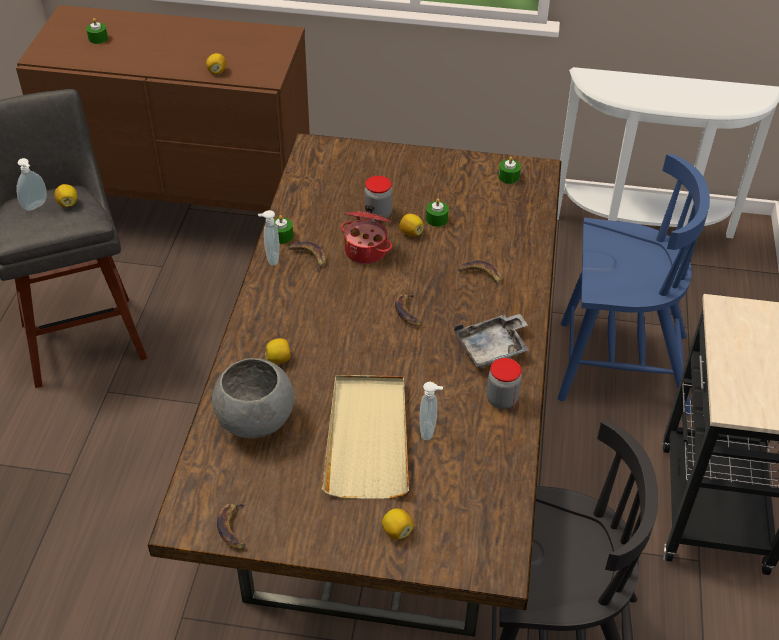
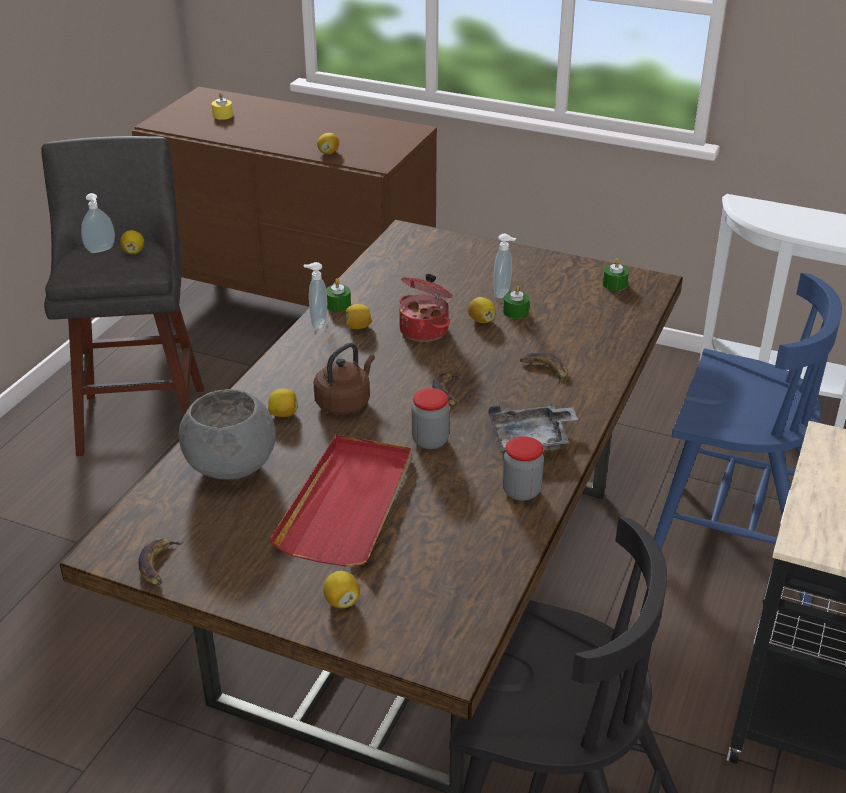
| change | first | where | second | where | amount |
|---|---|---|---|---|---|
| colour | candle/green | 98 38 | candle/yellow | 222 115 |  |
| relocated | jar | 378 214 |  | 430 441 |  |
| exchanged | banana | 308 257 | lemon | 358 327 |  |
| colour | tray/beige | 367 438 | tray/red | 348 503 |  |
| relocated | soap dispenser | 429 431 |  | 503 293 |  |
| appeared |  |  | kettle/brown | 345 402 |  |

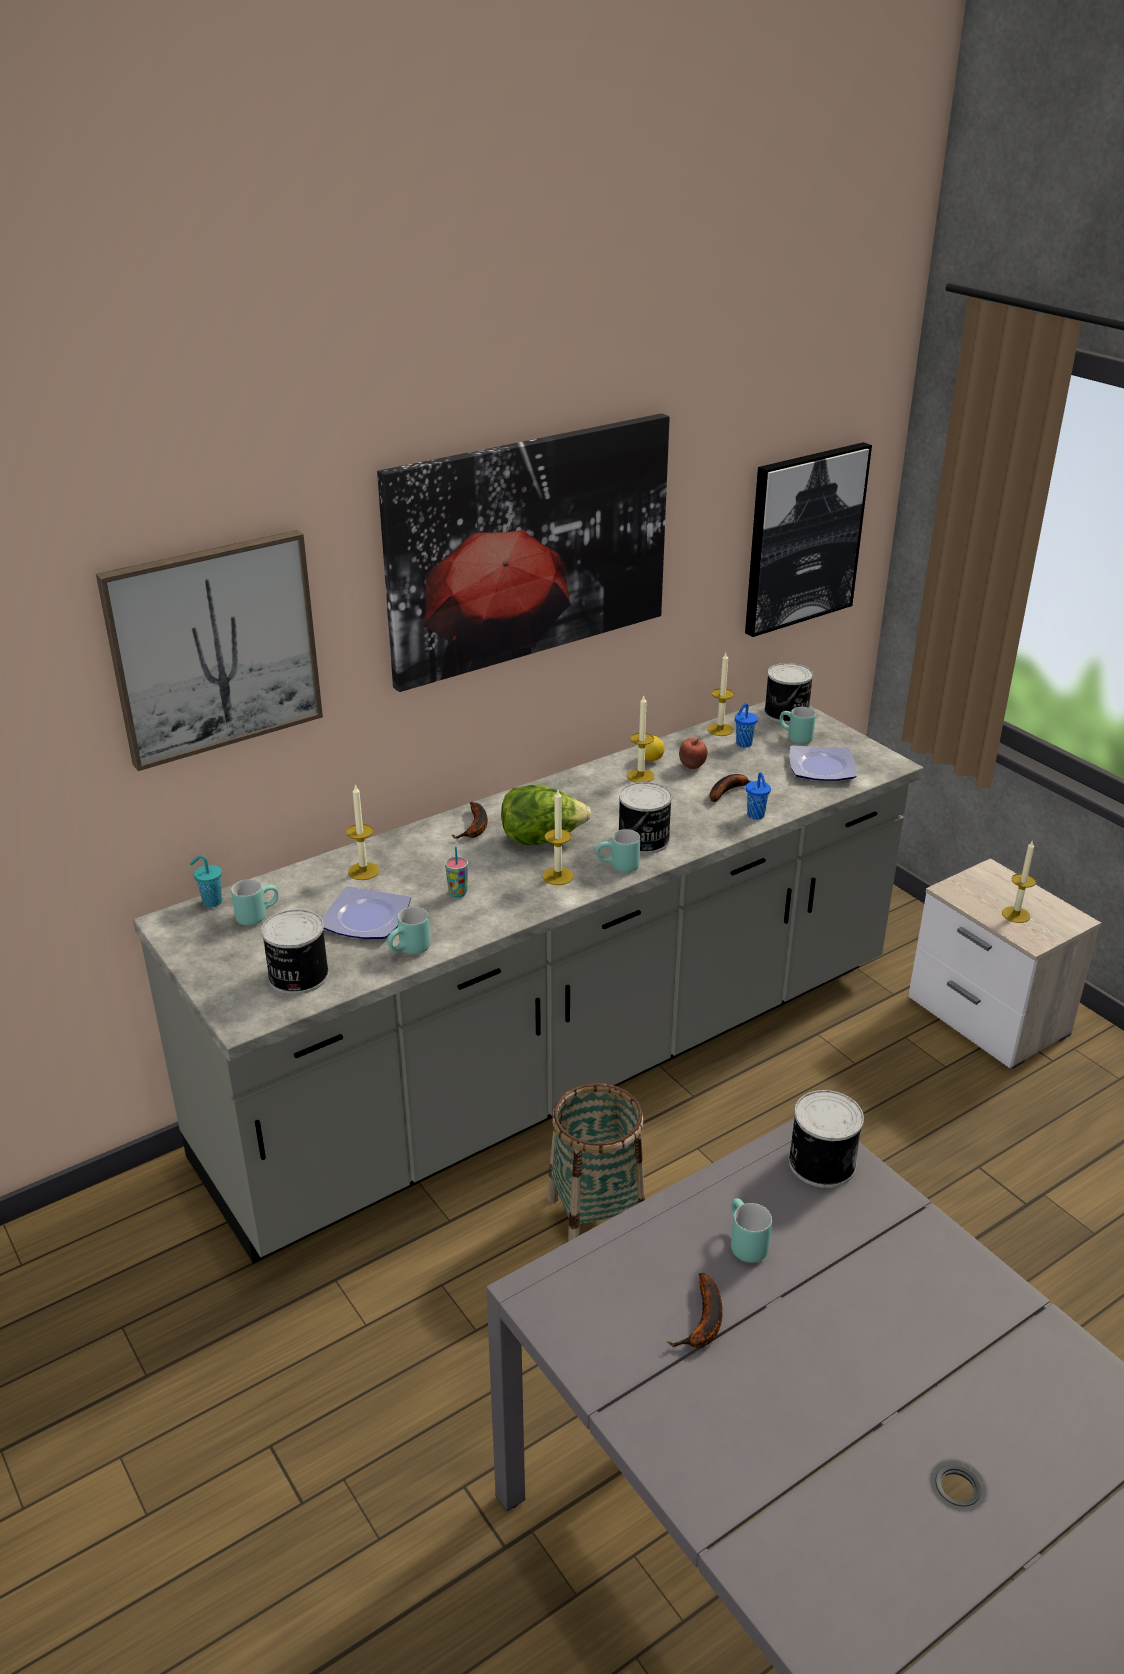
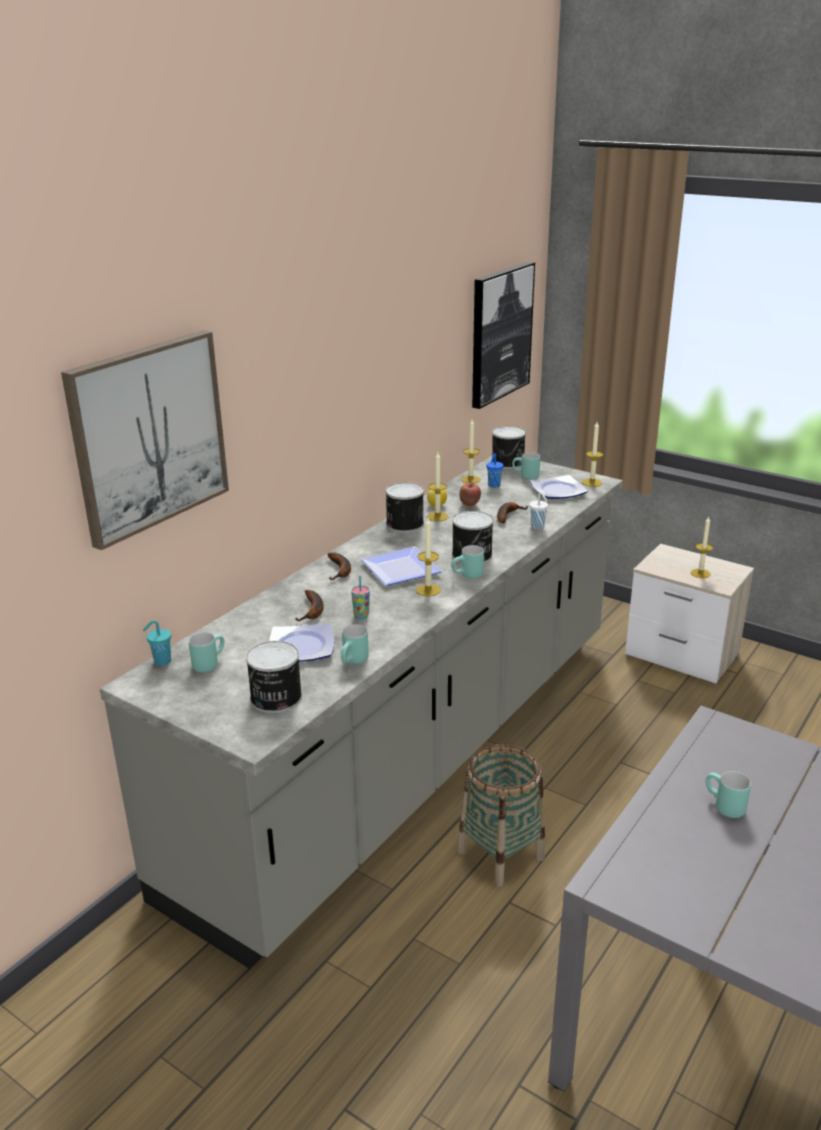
| change | first | where | second | where | amount |
|---|---|---|---|---|---|
| missing | picture | 529 548 |  |  |  |
| colour | cup/blue | 756 816 | cup/white | 538 527 |  |
| relocated | candle | 363 871 |  | 592 482 |  |
| exchanged | lettuce | 542 839 | plate | 397 569 |  |
| relocated | can | 820 1162 |  | 404 524 |  |
| relocated | banana | 703 1323 |  | 313 610 |  |

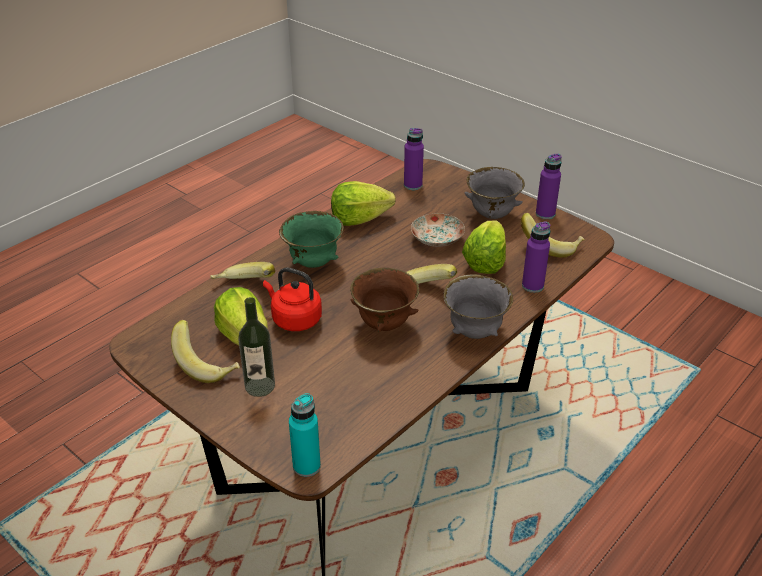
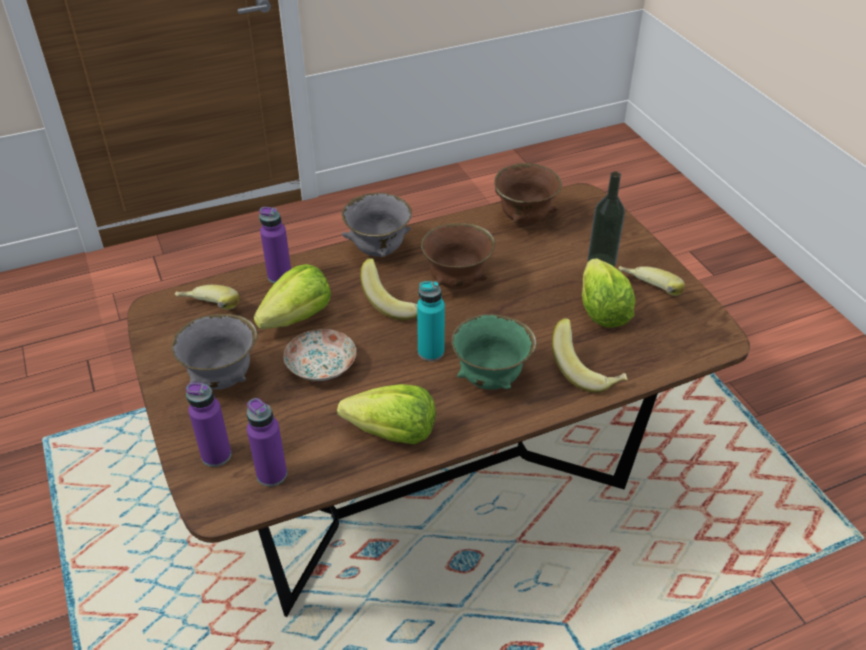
| change | first | where | second | where | amount |
|---|---|---|---|---|---|
| relocated | bottle/purple | 545 214 |  | 216 455 |  |
| missing | kettle/red | 294 319 |  |  |  |
| relocated | bottle/turquoise | 306 466 |  | 431 352 |  |
| appeared |  |  | bowl/brown | 524 219 |  |

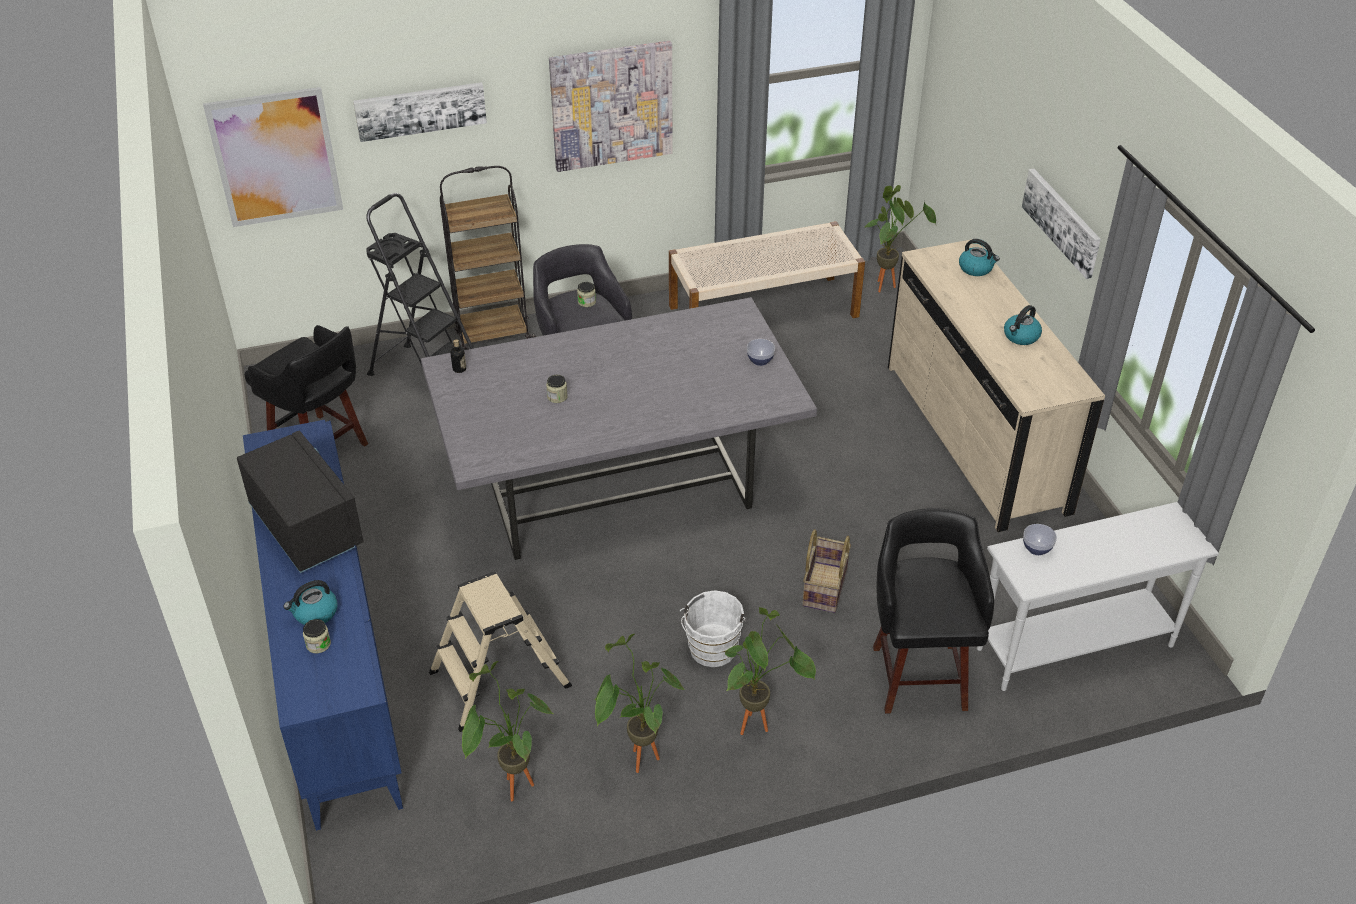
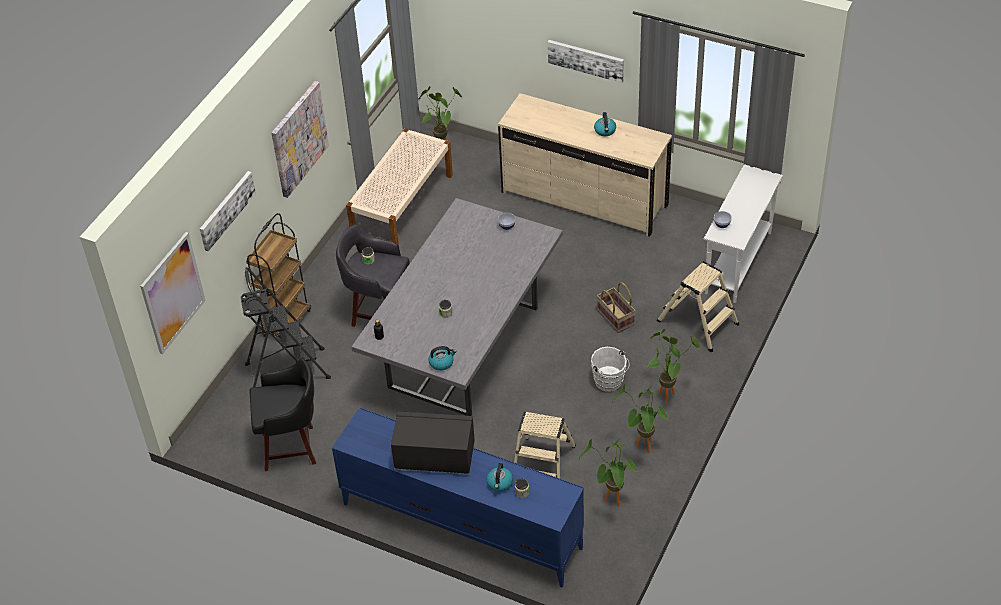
| change | first | where | second | where | amount |
|---|---|---|---|---|---|
| relocated | kettle | 976 268 |  | 441 362 |  |
| exchanged | stool/black | 919 674 | step ladder/beige | 697 322 |  |

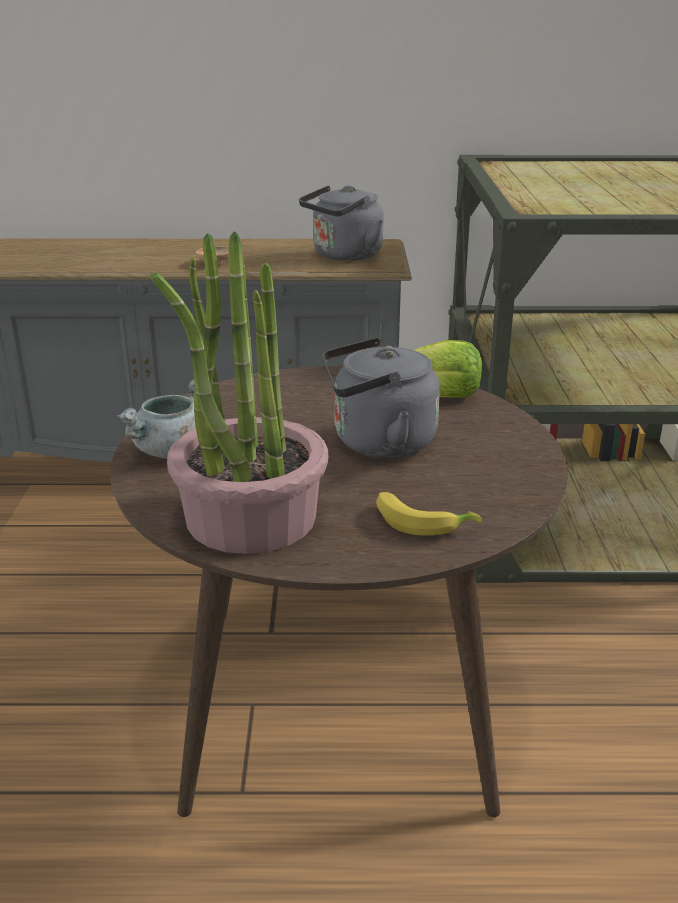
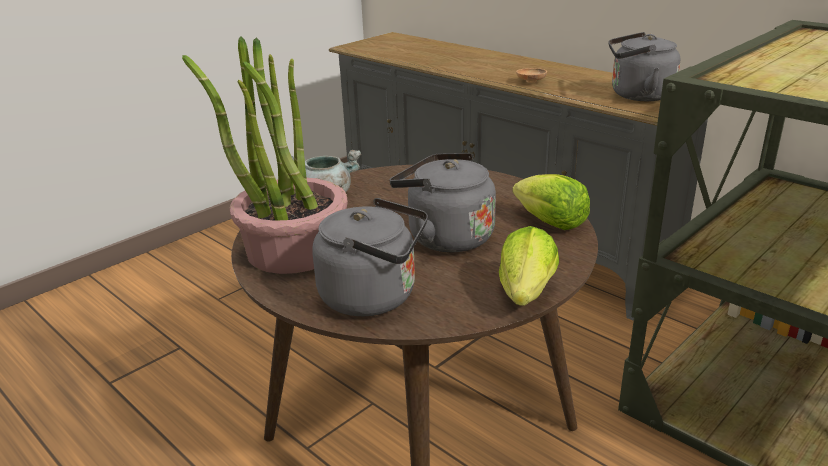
| change | first | where | second | where | amount |
|---|---|---|---|---|---|
| exchanged | banana | 422 522 | kettle/grey | 374 297 |  |
| appeared |  |  | lettuce | 526 292 |  |

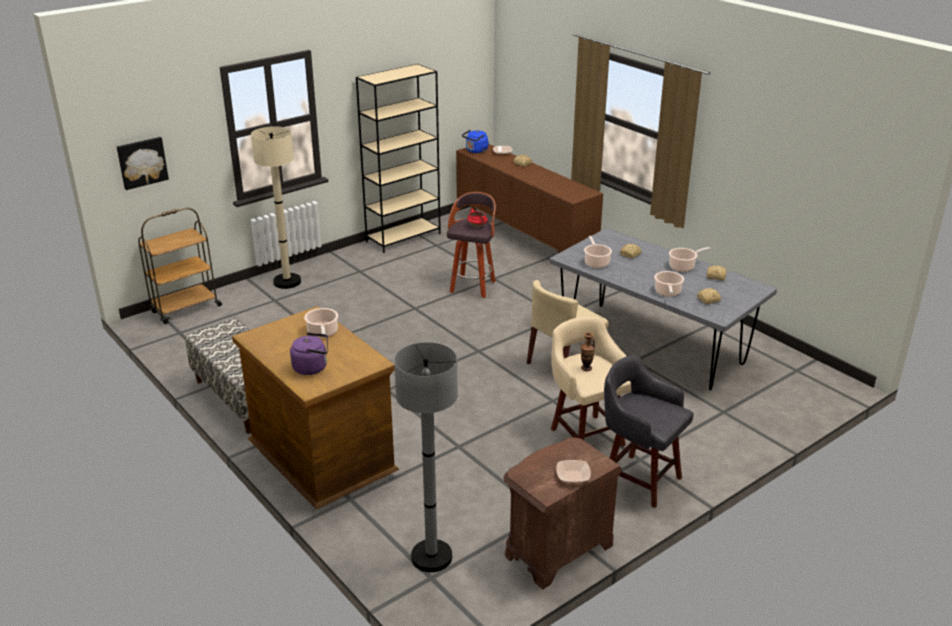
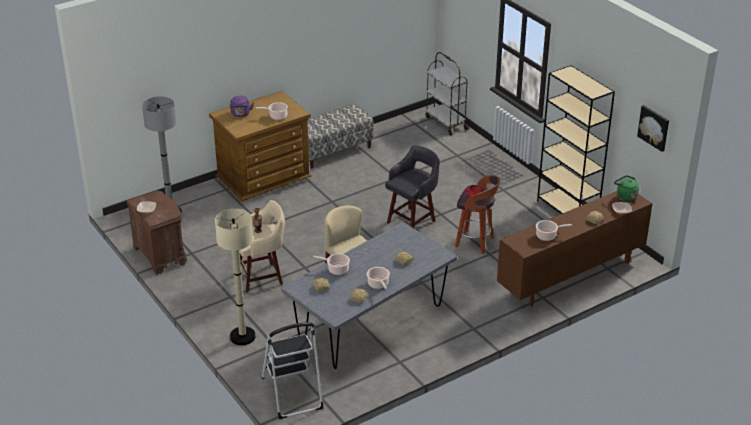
| change | first | where | second | where | amount |
|---|---|---|---|---|---|
| relocated | floor lamp/beige | 287 282 |  | 242 337 |  |
| colour | kettle/blue | 476 151 | kettle/green | 625 196 |  |
| relocated | picture | 142 162 |  | 654 127 |  |
| colour | cart/brown | 185 309 | cart/grey | 446 123 |  |
| relocated | cooking pot | 596 262 |  | 547 236 |  |
| relocated | stool/grey | 638 479 |  | 412 221 |  |
| appeared |  |  | step ladder | 292 394 |  |

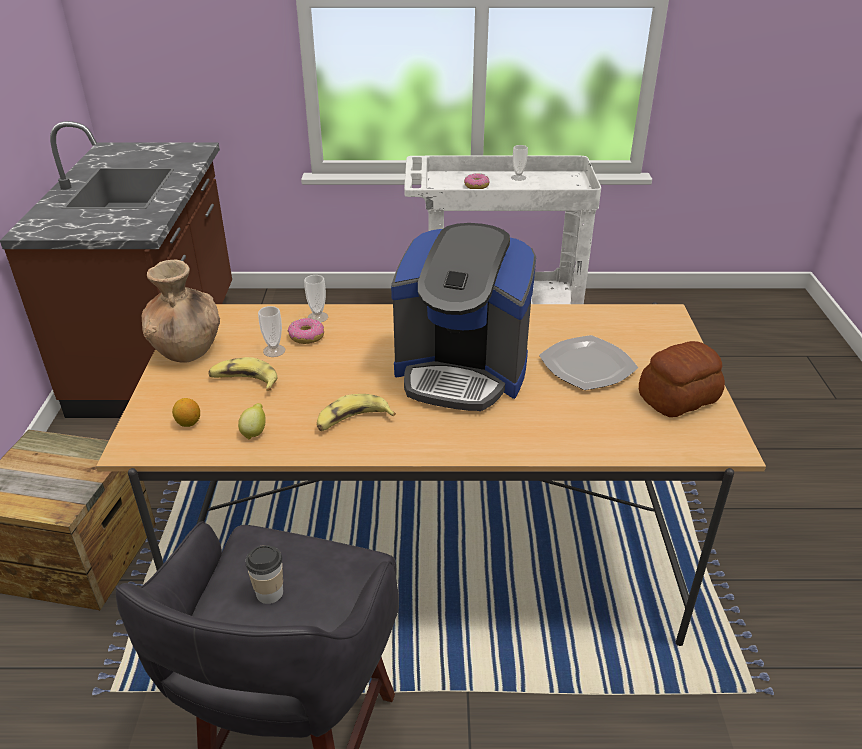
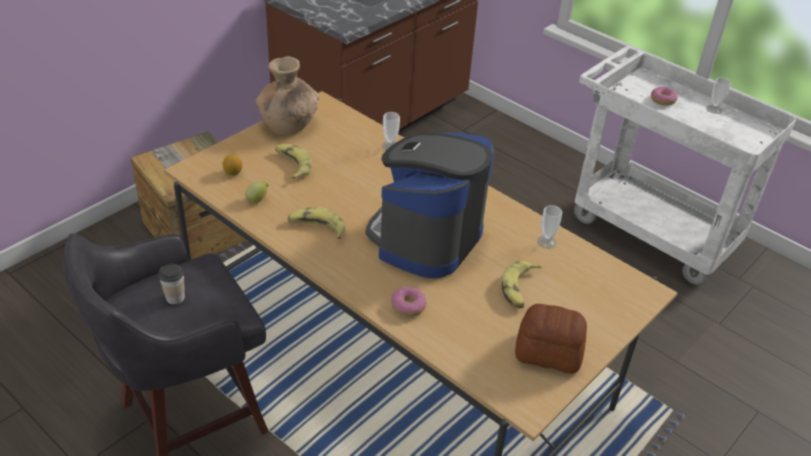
| change | first | where | second | where | amount |
|---|---|---|---|---|---|
| spun | coffee machine | 461 372 |  | 426 238 | 60 degrees clockwise |
| relocated | cup | 274 351 |  | 546 242 |  |
| relocated | donut | 306 336 |  | 408 306 |  |
| exchanged | plate | 588 366 | banana | 519 289 |  |

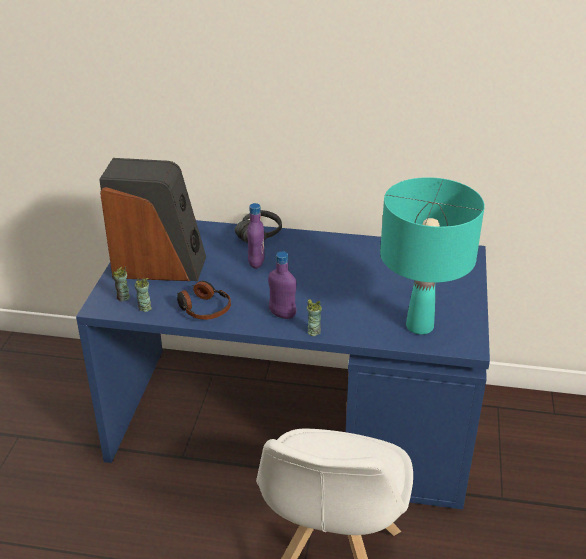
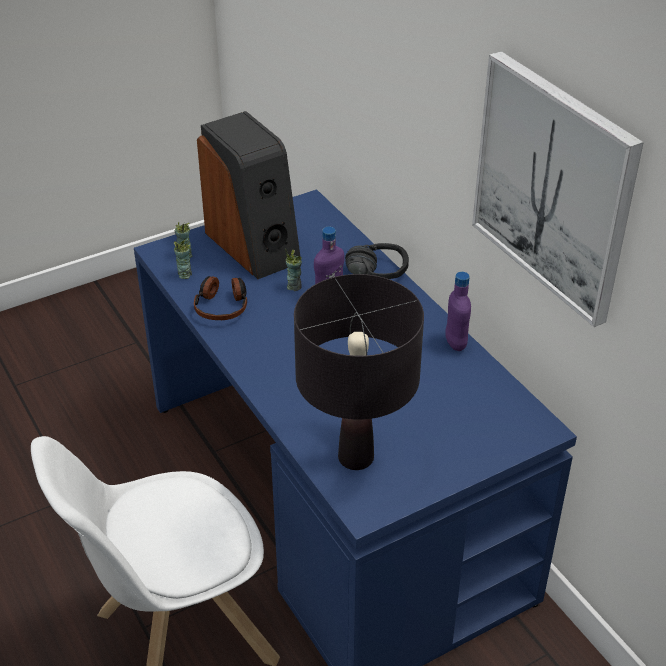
| change | first | where | second | where | amount |
|---|---|---|---|---|---|
| colour | table lamp/turquoise | 420 326 | table lamp/black | 355 458 |  |
| relocated | bottle/purple | 282 314 |  | 455 343 |  |
| relocated | cup | 313 331 |  | 294 286 |  |
| appeared |  |  | picture | 553 186 |  |

